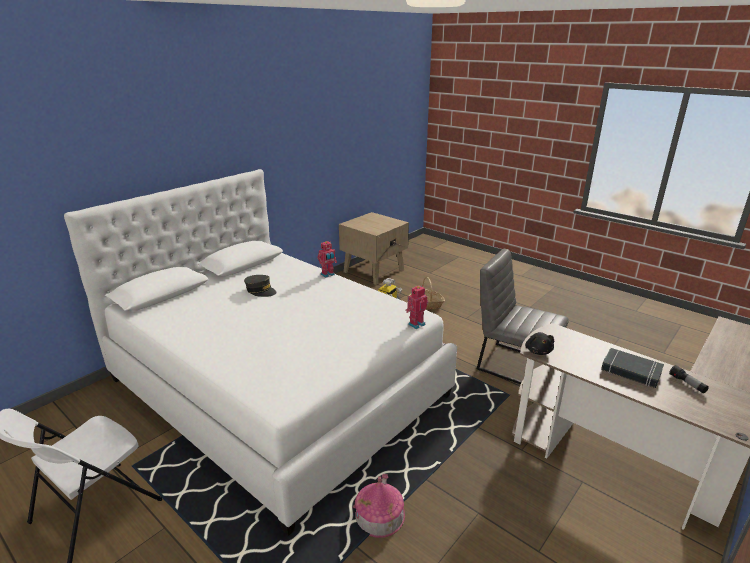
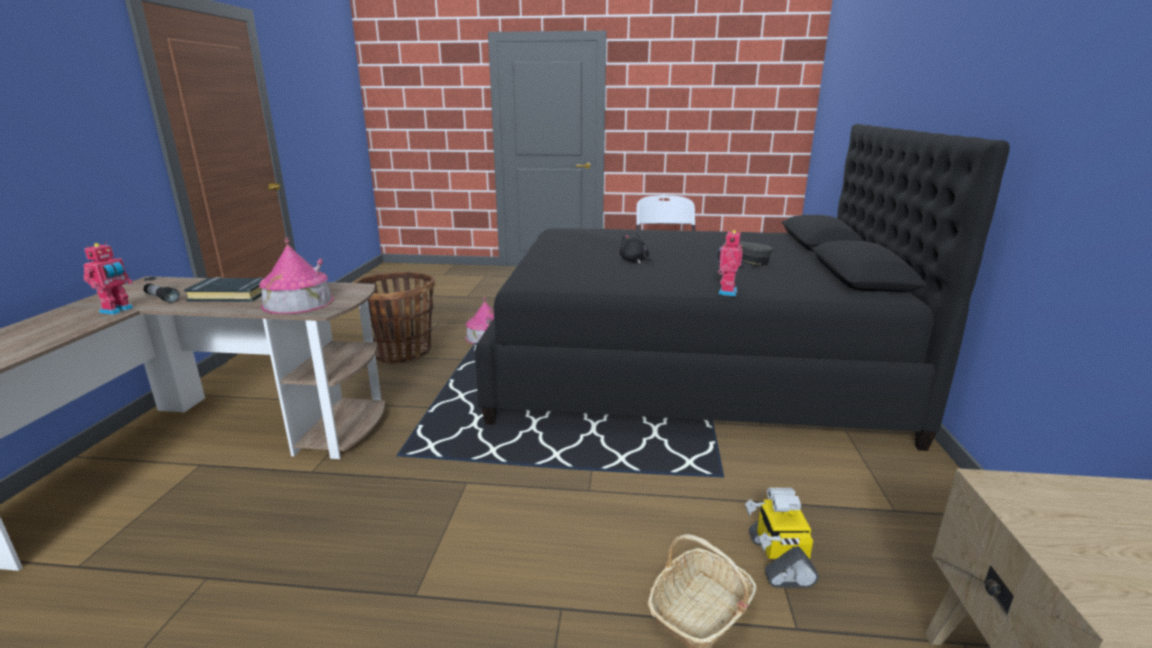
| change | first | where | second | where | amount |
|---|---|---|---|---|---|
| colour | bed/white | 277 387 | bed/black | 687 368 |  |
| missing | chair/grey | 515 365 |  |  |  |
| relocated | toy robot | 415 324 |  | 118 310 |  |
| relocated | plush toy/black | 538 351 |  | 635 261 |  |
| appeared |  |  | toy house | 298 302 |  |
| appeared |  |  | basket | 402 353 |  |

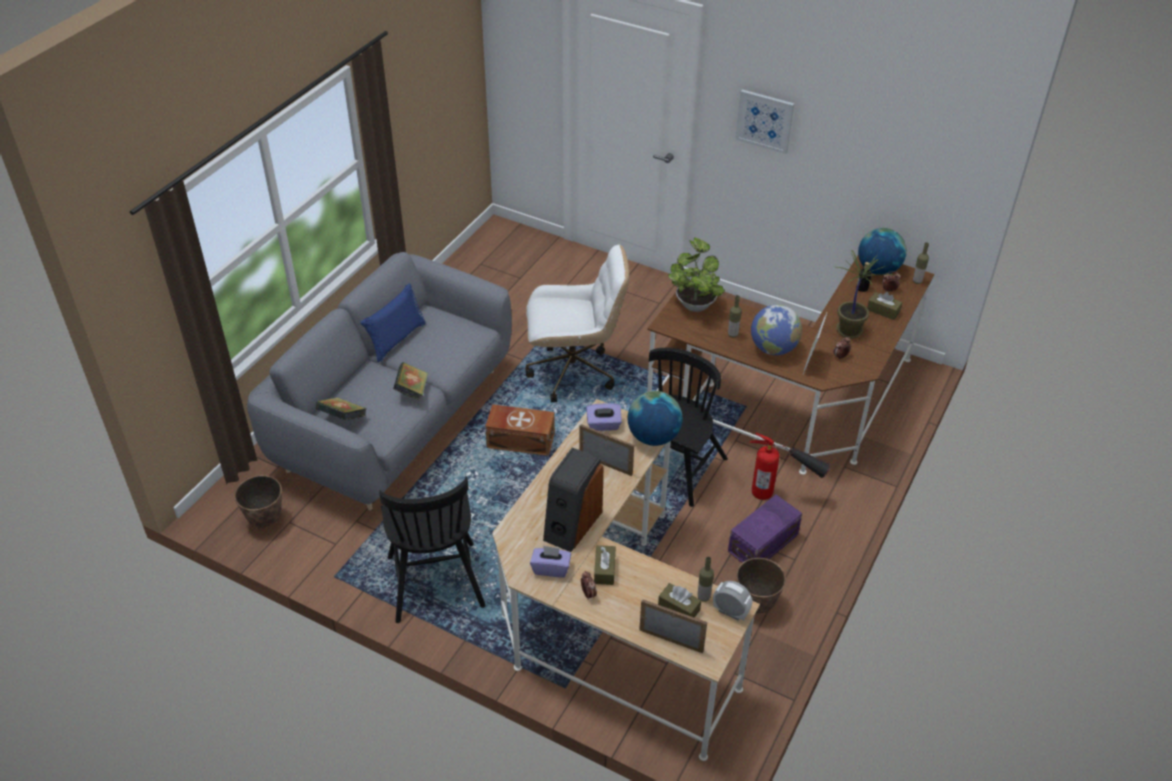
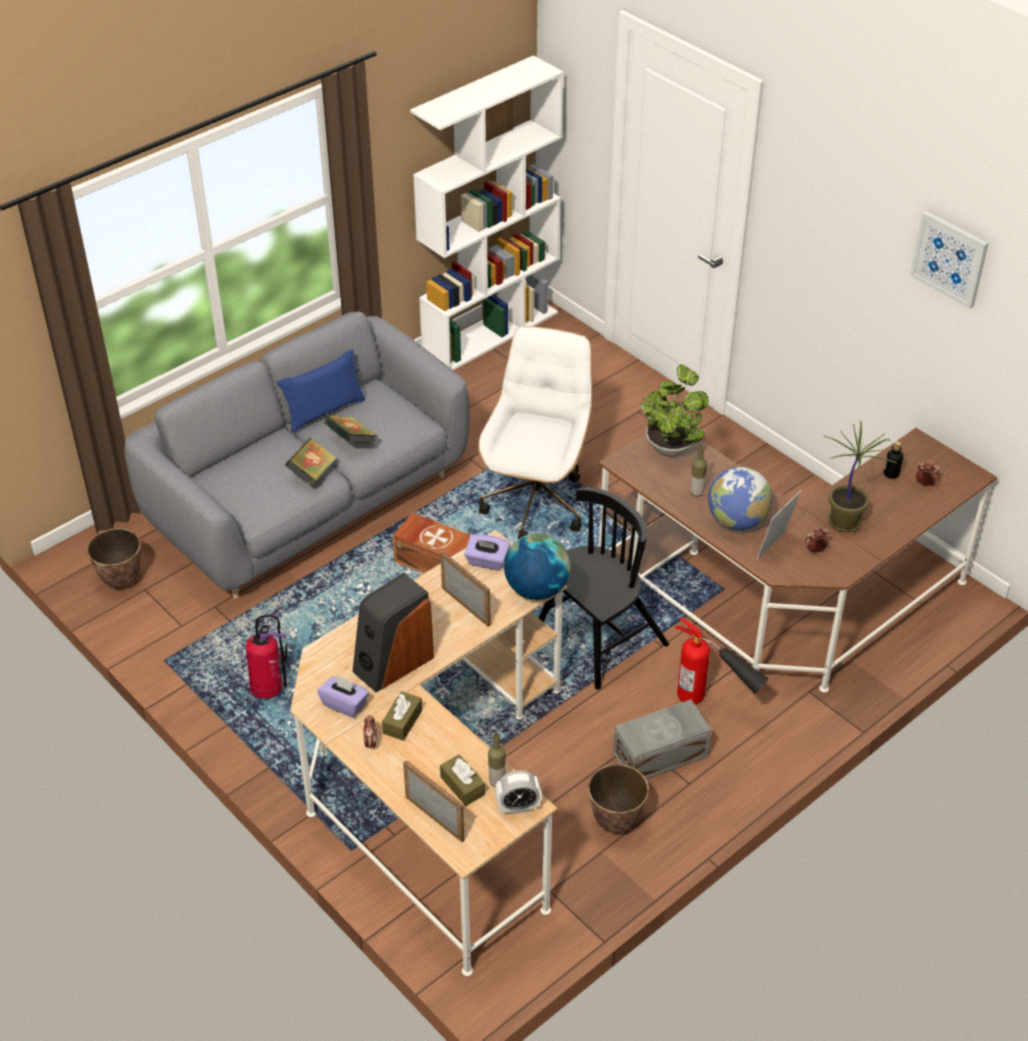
| change | first | where | second | where | amount |
|---|---|---|---|---|---|
| relocated | picture | 765 120 |  | 950 258 |  |
| missing | globe | 878 270 |  |  |  |
| missing | bottle | 917 281 |  |  |  |
| spun | office chair/white | 575 374 |  | 537 501 | 90 degrees counterclockwise |
| missing | tissue box/brown | 883 311 |  |  |  |
| relocated | book | 342 418 |  | 352 441 |  |
| exchanged | chair/black | 434 576 | fire extinguisher | 269 689 |  |
| colour | storage box/purple | 764 543 | storage box/grey | 662 755 |  |
| spun | alarm clock | 730 612 |  | 518 807 | 120 degrees clockwise |
| appeared |  |  | bookcase/white | 490 332 |  |

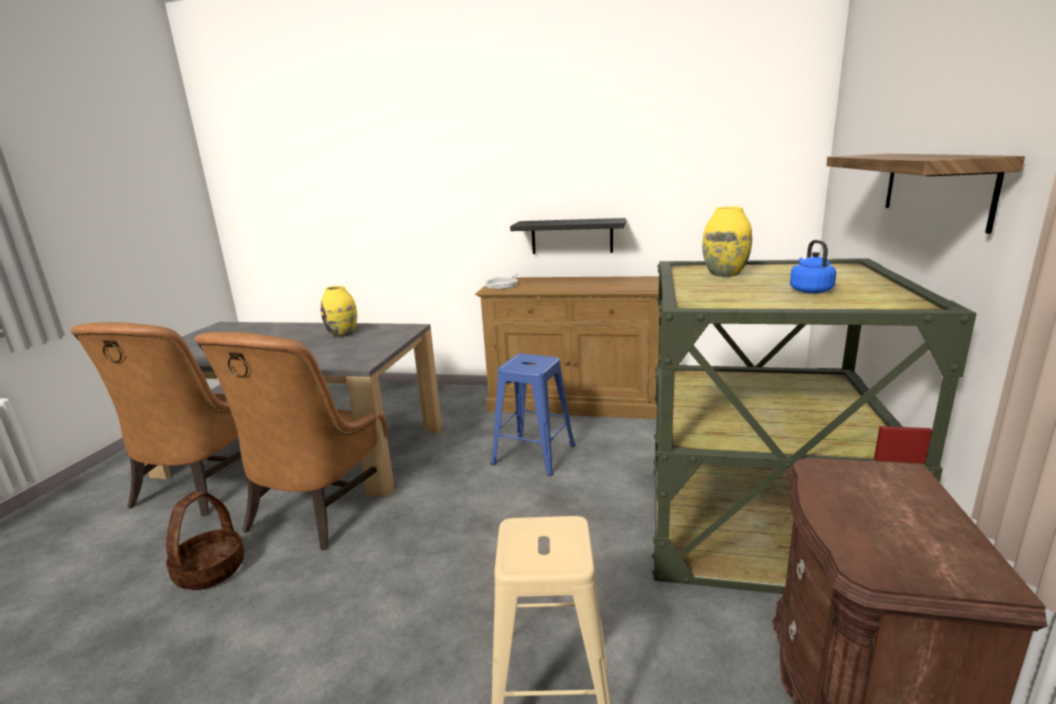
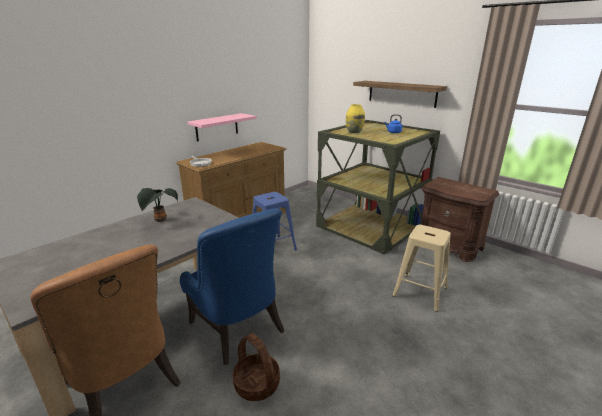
| change | first | where | second | where | amount |
|---|---|---|---|---|---|
| colour | shelf/black | 572 236 | shelf/pink | 217 127 |  |
| exchanged | vase/yellow | 343 334 | potted plant | 160 220 |  |
| colour | chair/brown | 319 509 | chair/blue | 238 327 |  |

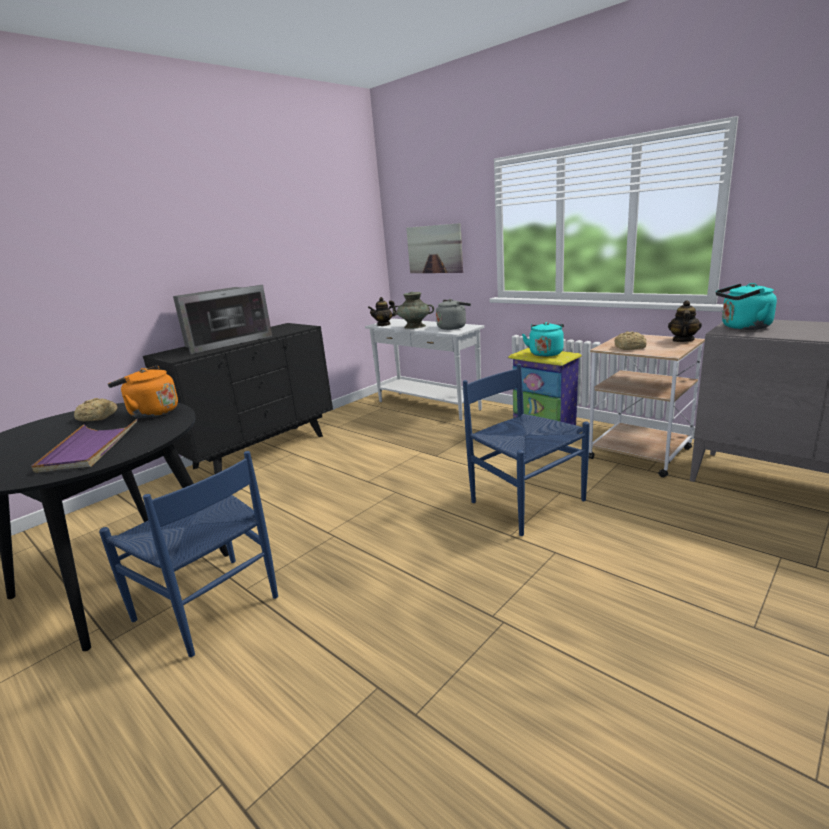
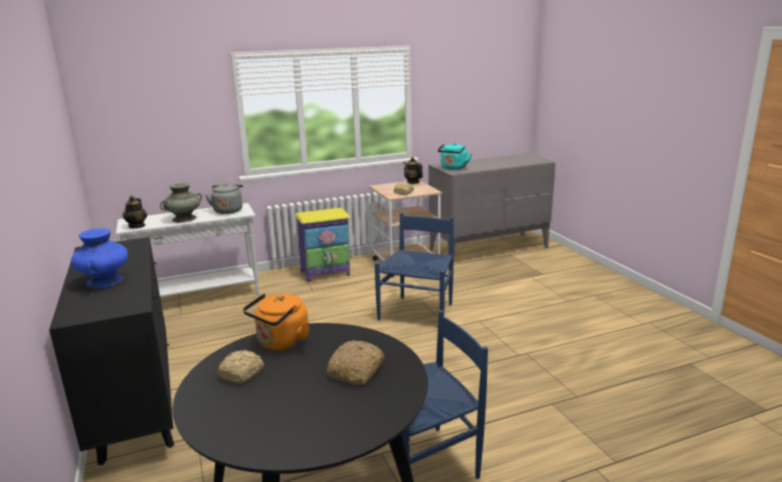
| change | first | where | second | where | amount |
|---|---|---|---|---|---|
| missing | picture | 434 249 |  |  |  |
| exchanged | microwave | 225 342 | vase/blue | 105 281 |  |
| missing | kettle/turquoise | 545 353 |  |  |  |
| spun | chair/blue | 524 503 |  | 418 312 | 120 degrees clockwise |
| exchanged | tray/purple | 89 448 | bread | 356 370 |  |

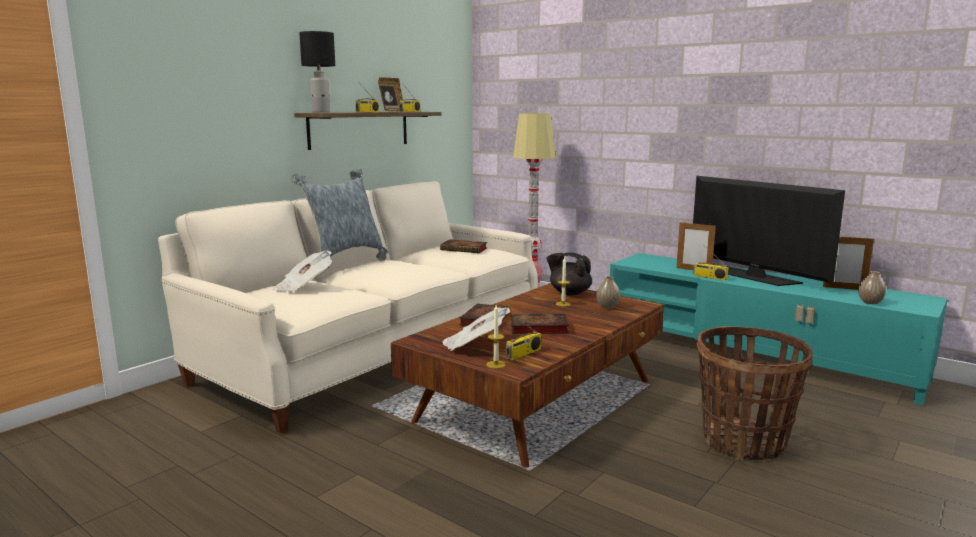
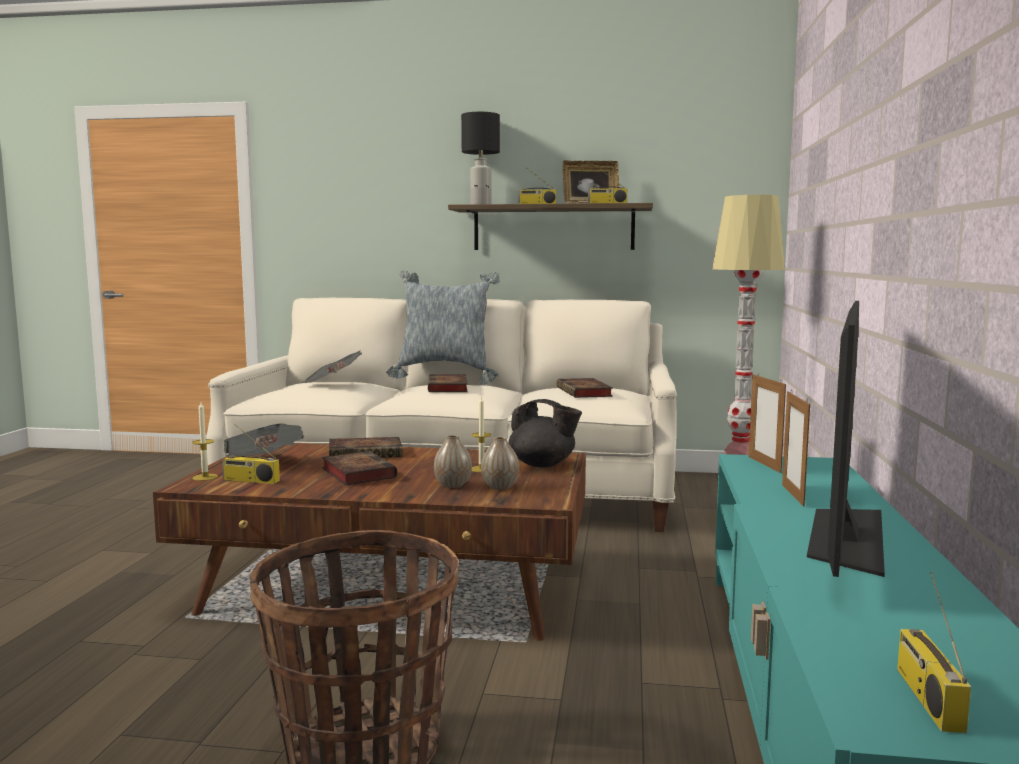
| change | first | where | second | where | amount |
|---|---|---|---|---|---|
| relocated | picture frame | 844 288 |  | 764 464 |  |
| relocated | radio | 709 277 |  | 926 697 |  |
| spun | teapot/black | 569 293 |  | 543 465 | 120 degrees clockwise |
| relocated | vase | 870 302 |  | 453 485 |  |
| appeared |  |  | book | 448 388 |  |

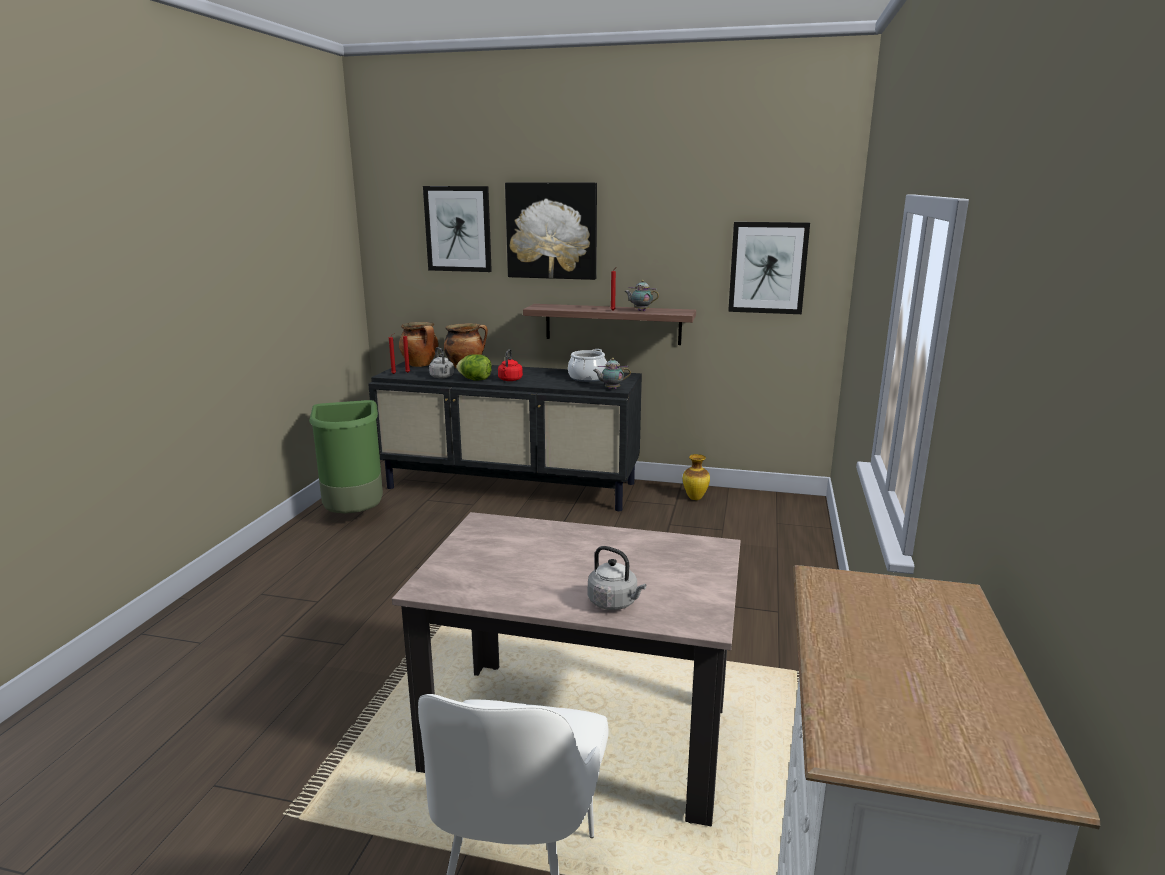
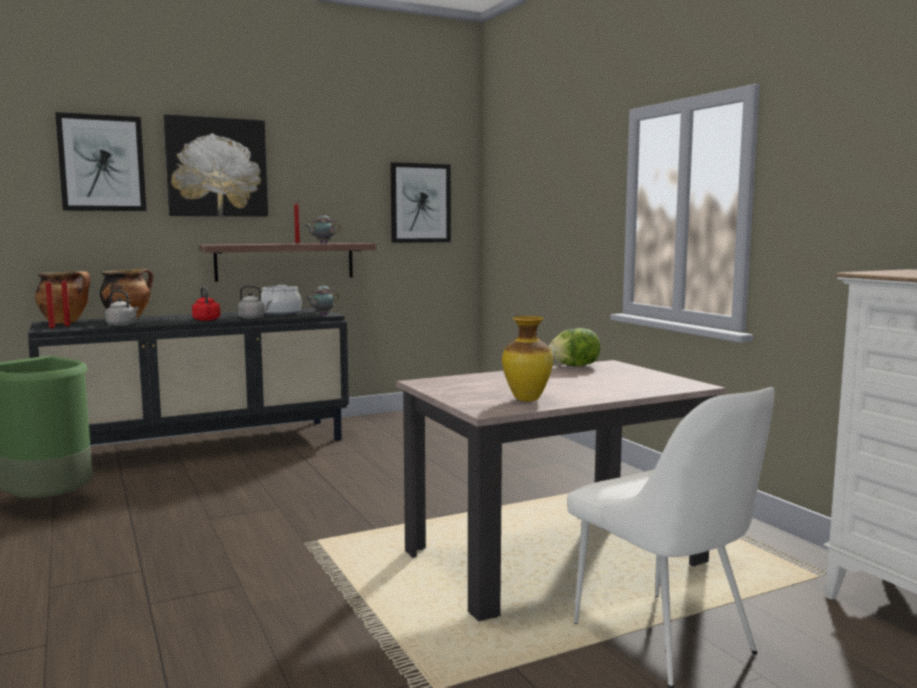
| change | first | where | second | where | amount |
|---|---|---|---|---|---|
| relocated | lettuce | 475 380 |  | 574 366 |  |
| relocated | vase | 695 498 |  | 527 399 |  |
| relocated | kettle/grey | 615 603 |  | 253 318 |  |

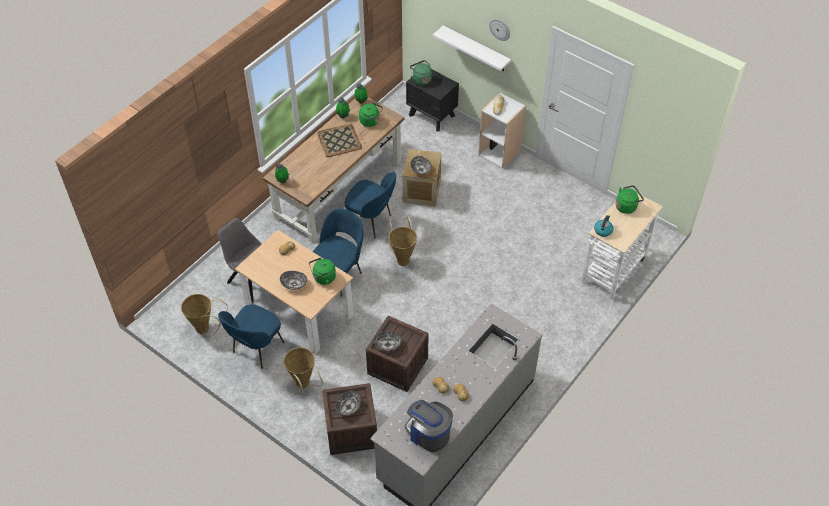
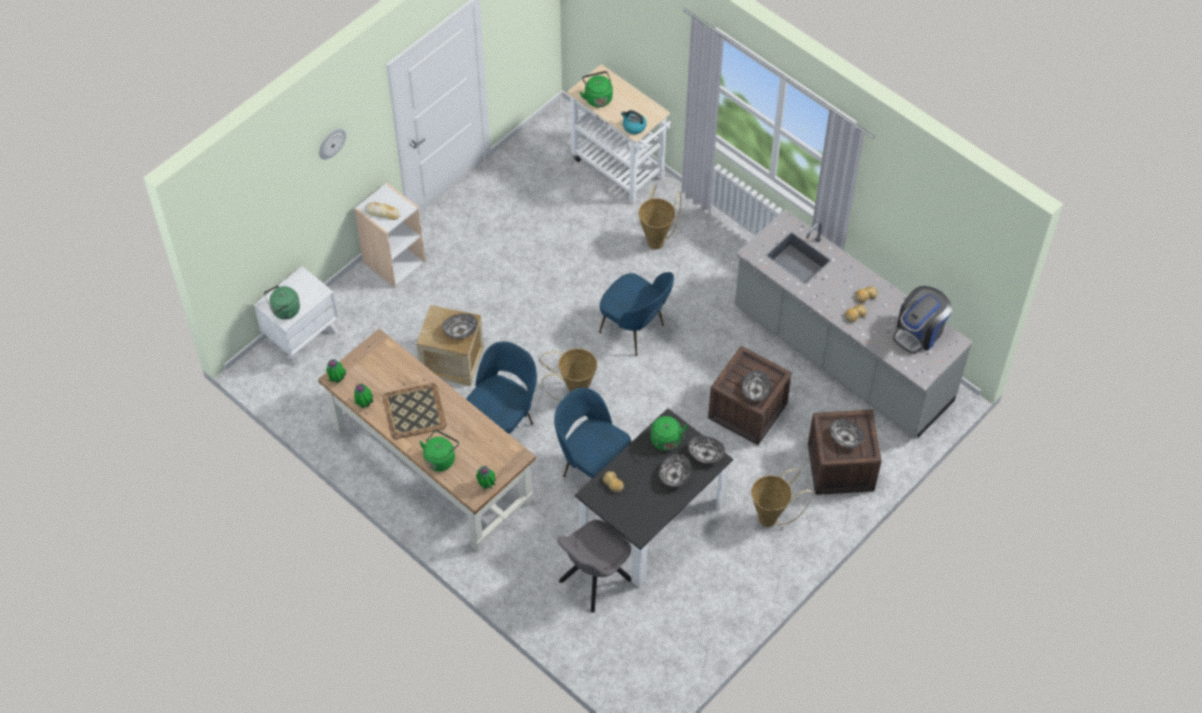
| change | first | where | second | where | amount |
|---|---|---|---|---|---|
| missing | shelf/white | 476 49 |  |  |  |
| colour | nightstand/black | 432 115 | nightstand/white | 302 336 |  |
| relocated | kettle/green | 371 121 |  | 440 458 |  |
| colour | dining table/beige | 299 311 | dining table/black | 652 521 |  |
| relocated | basket | 206 330 |  | 657 239 |  |
| relocated | chair/blue | 255 350 |  | 635 332 |  |
| appeared |  |  | bowl | 706 454 |  |

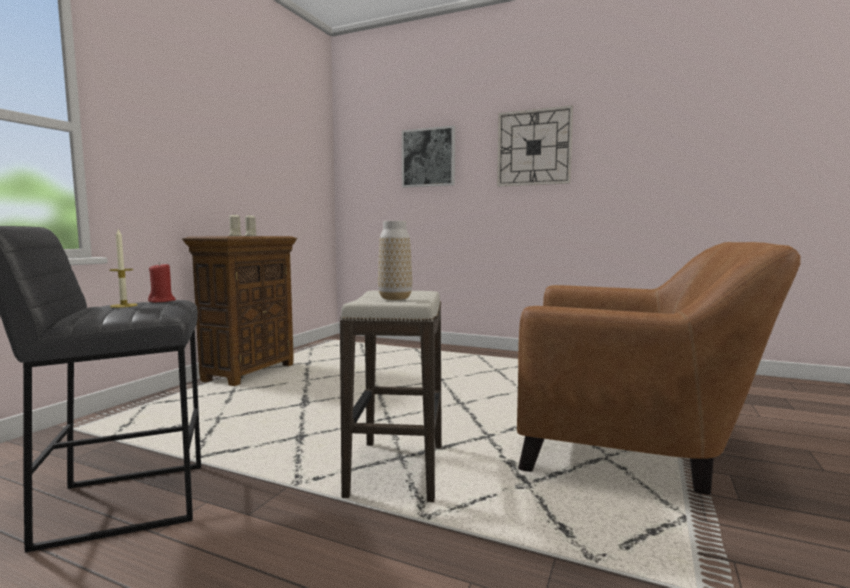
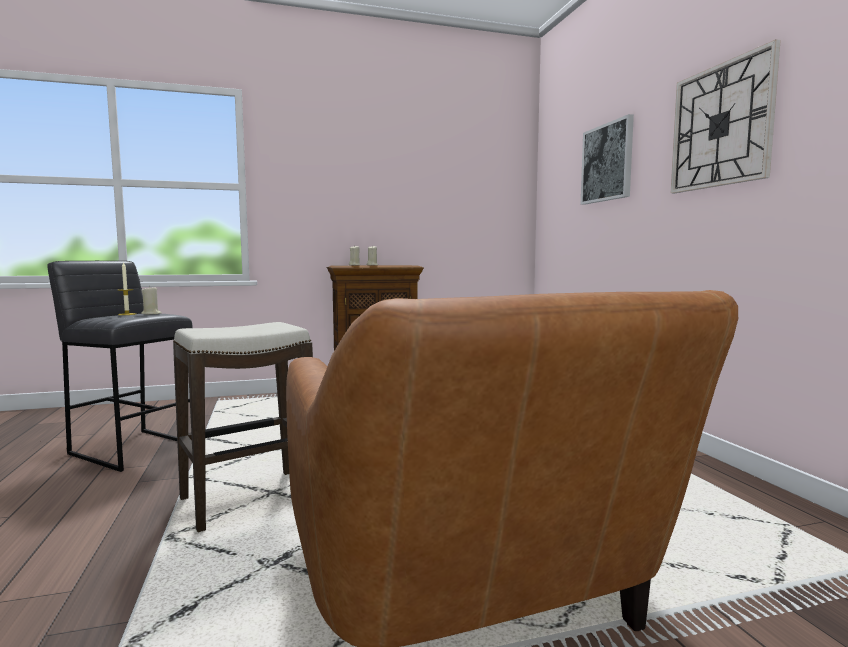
| change | first | where | second | where | amount |
|---|---|---|---|---|---|
| missing | vase | 395 298 |  |  |  |
| colour | candle/red | 162 301 | candle/beige | 151 314 |  |

